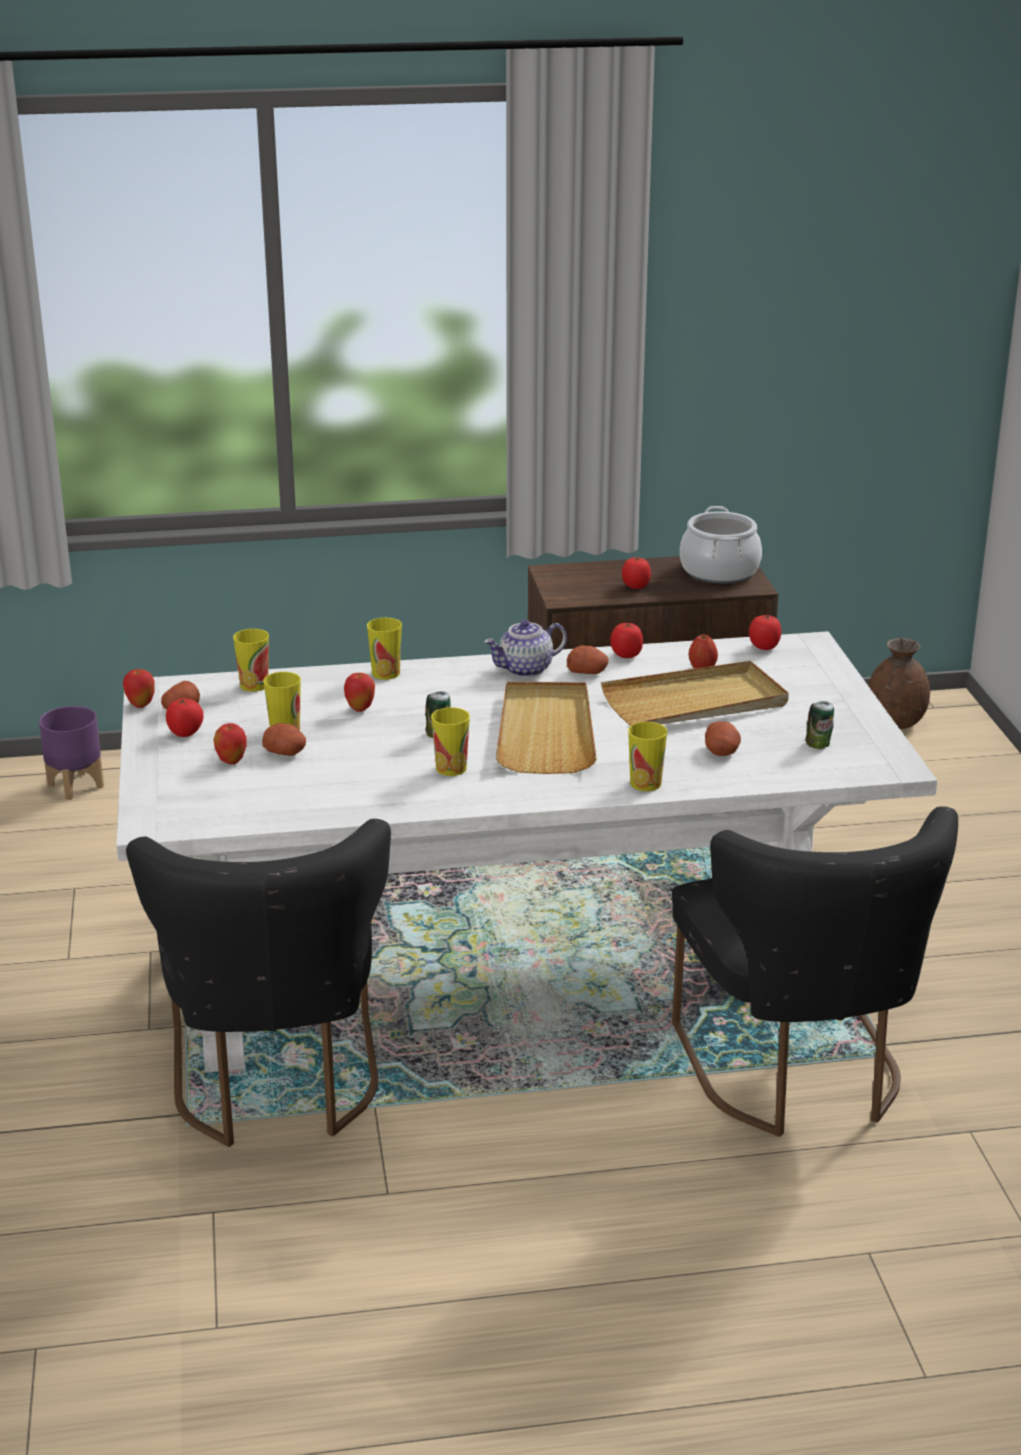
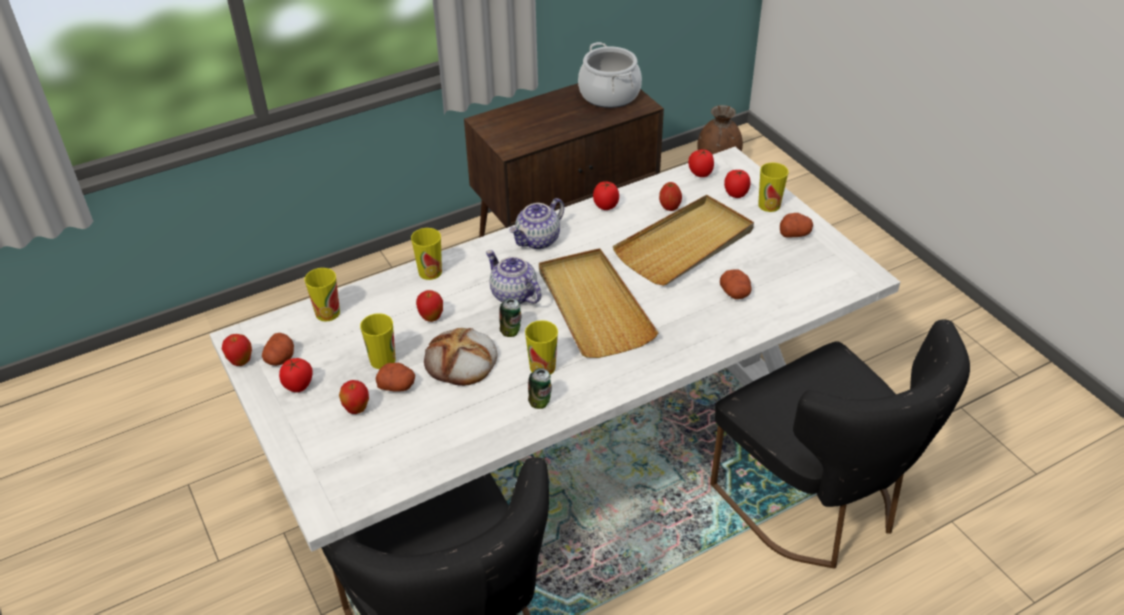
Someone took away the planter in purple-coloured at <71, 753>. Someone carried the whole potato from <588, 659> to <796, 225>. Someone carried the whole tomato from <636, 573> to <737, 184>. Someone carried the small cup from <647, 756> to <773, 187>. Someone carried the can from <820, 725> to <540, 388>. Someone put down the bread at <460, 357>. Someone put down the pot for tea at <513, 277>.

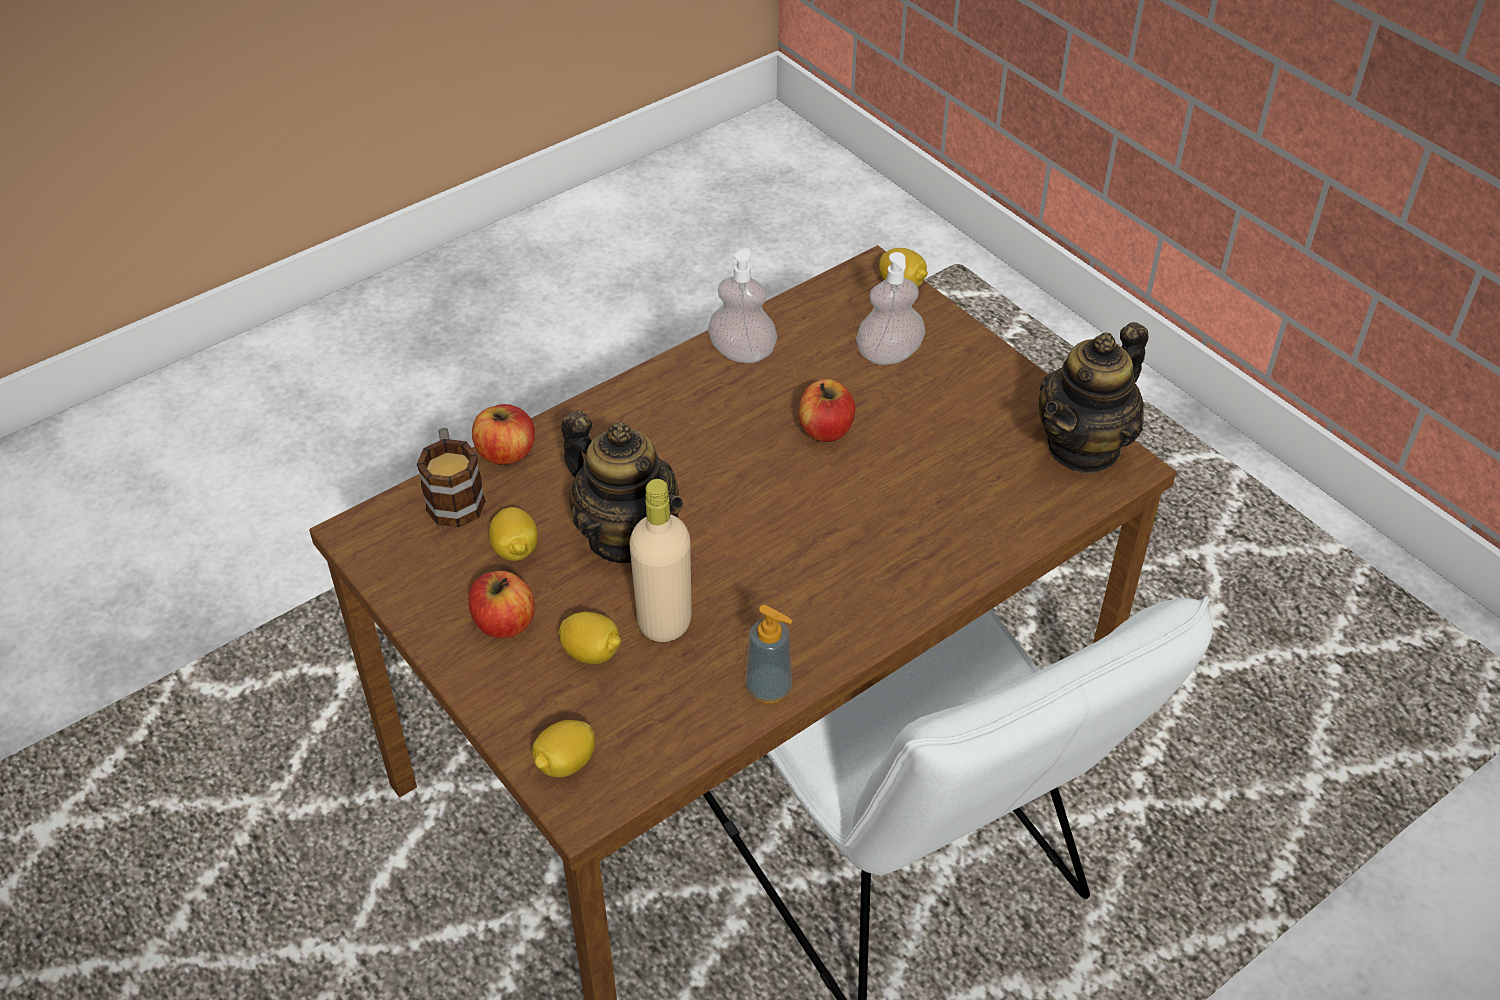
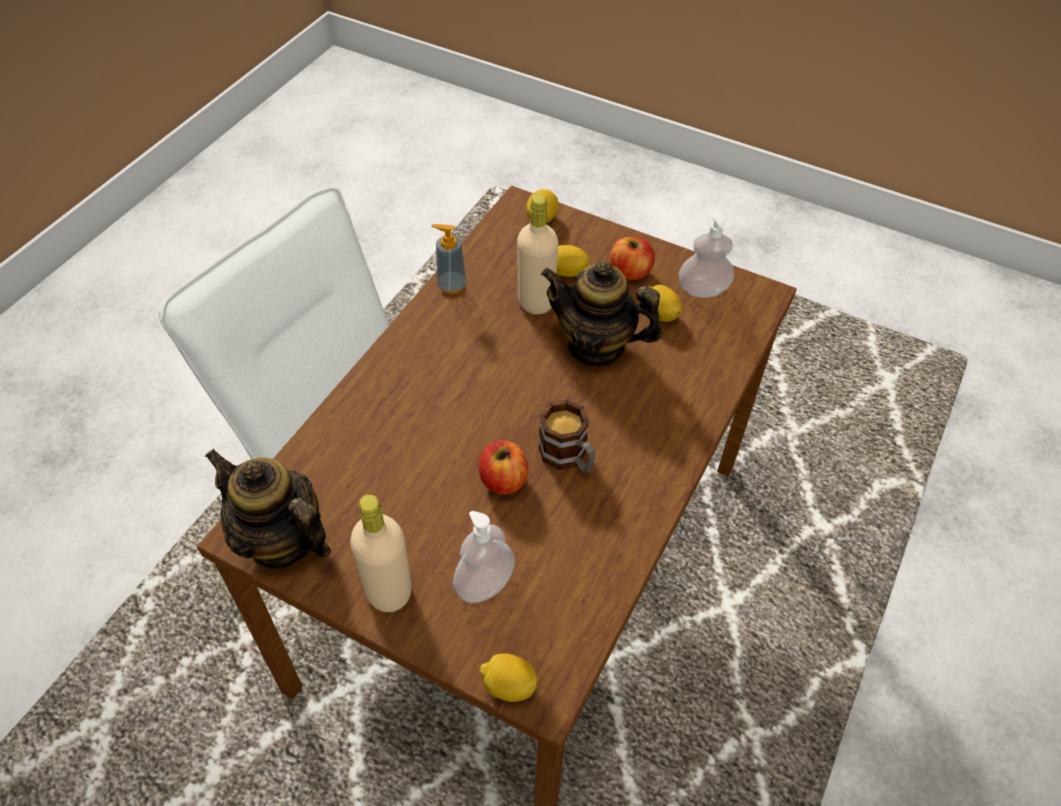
Someone carried the mug from <451, 477> to <566, 436>. Someone took away the apple fruit at <503, 434>. Someone carried the soap dispenser from <742, 305> to <706, 255>. Someone rotated the pot for tea at <1093, 398> by 75 degrees counterclockwise. Someone put down the bottle in beige at <381, 553>.

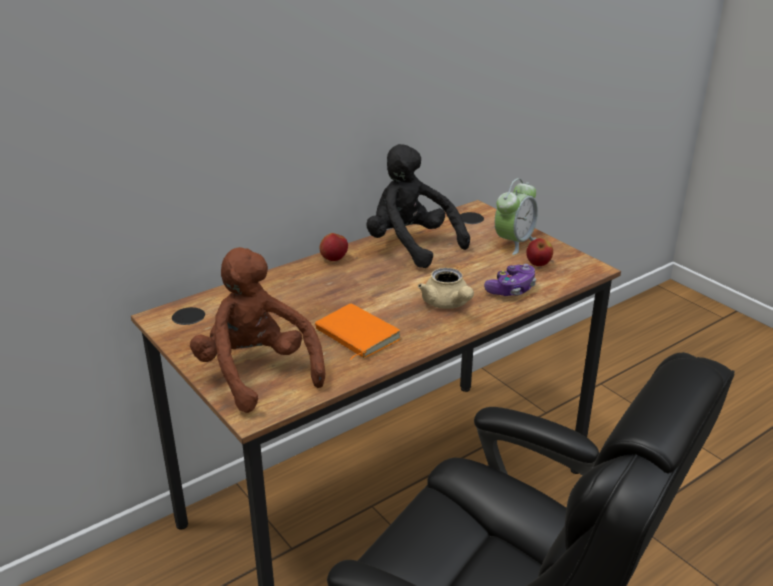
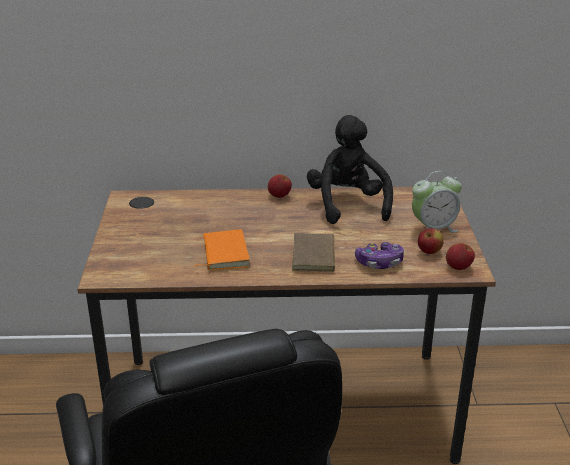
Someone took away the plush toy in brownish at <257, 330>. Someone swapped the pot for tea in beige at <446, 288> for the book in brownish at <319, 252>. Someone put down the apple fruit at <460, 256>.

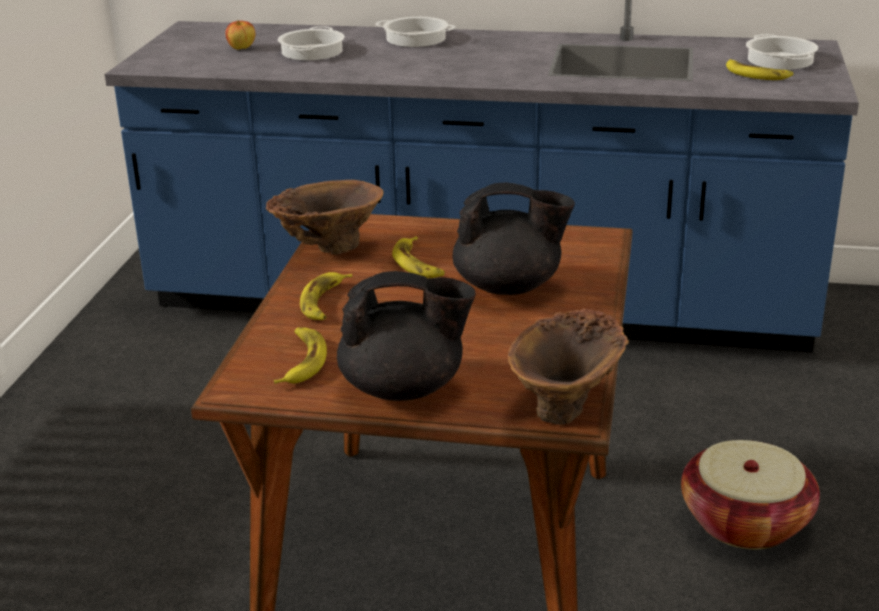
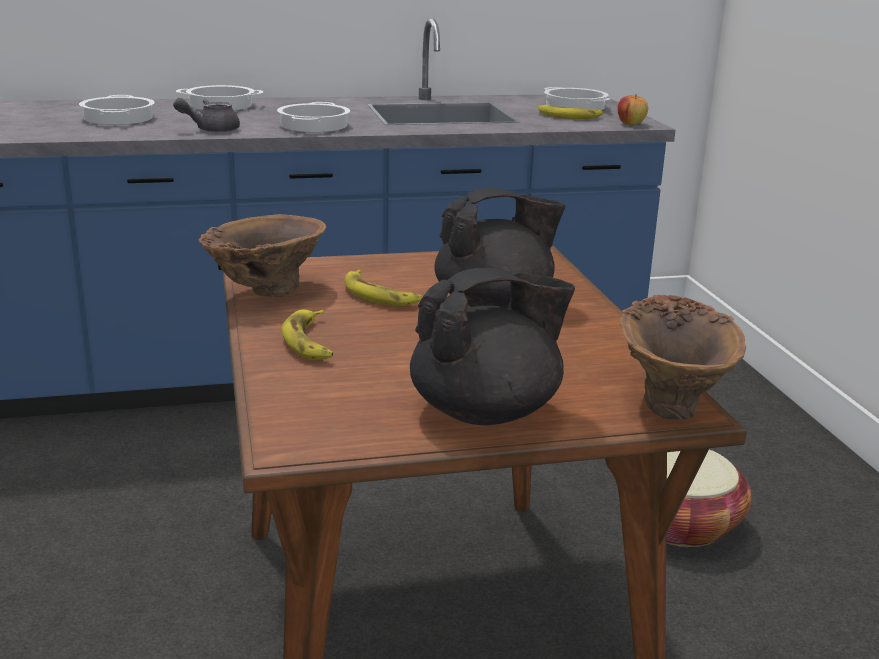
Someone carried the apple fruit from <240, 35> to <633, 109>. Someone took away the whole banana at <300, 355>. Someone put down the pot for tea in grey at <206, 115>. Someone put down the stockpot at <313, 117>.

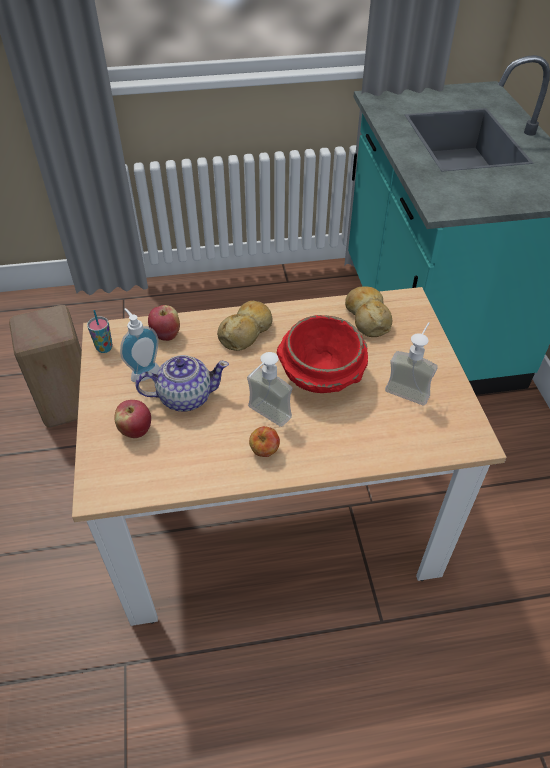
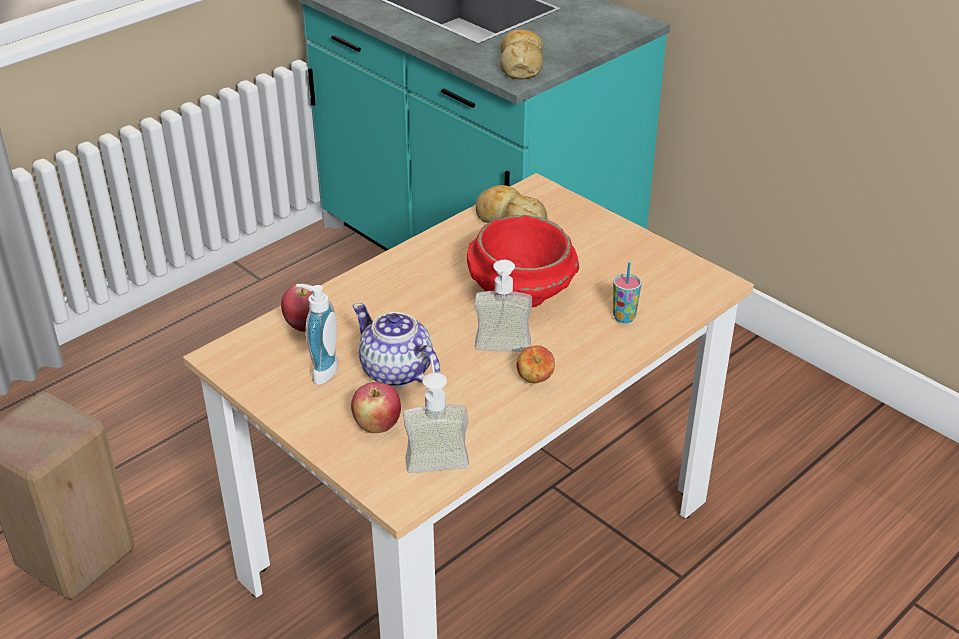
Someone carried the small cup from <100, 331> to <627, 292>. Someone rotated the pot for tea at <182, 383> by 90 degrees counterclockwise. Someone carried the bread from <245, 326> to <521, 54>. Someone carried the soap dispenser from <411, 364> to <436, 414>.

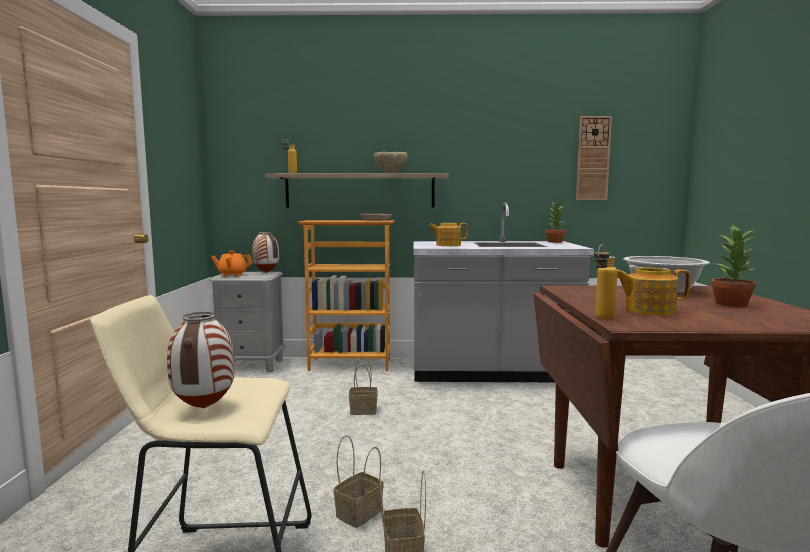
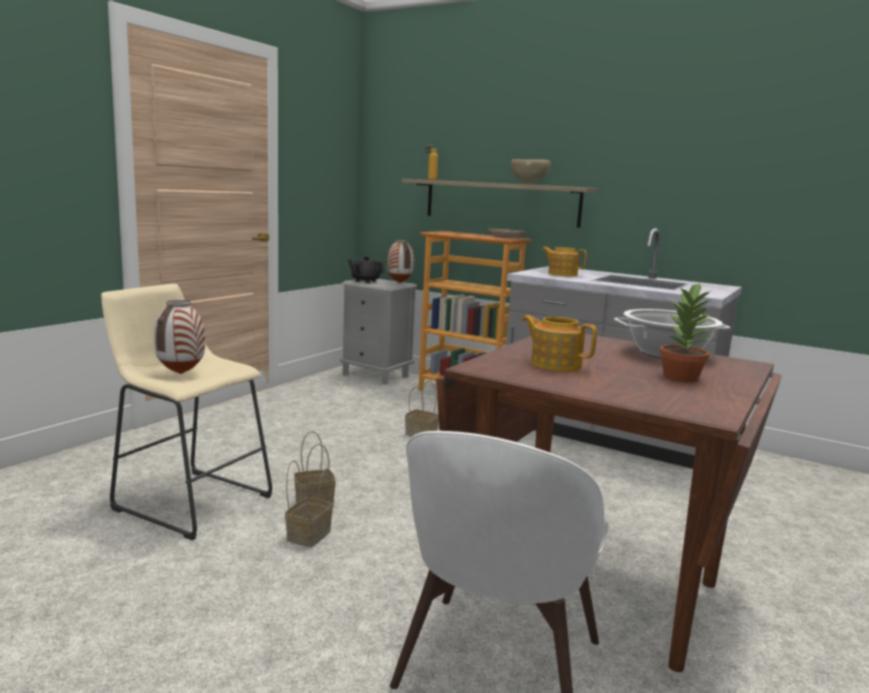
Someone repainted the pot for tea in orangey at <231, 264>, which became the pot for tea in black-coloured at <366, 269>. Someone took away the potted plant at <555, 222>. Someone took away the wall clock at <594, 158>. Someone took away the bottle at <606, 281>.

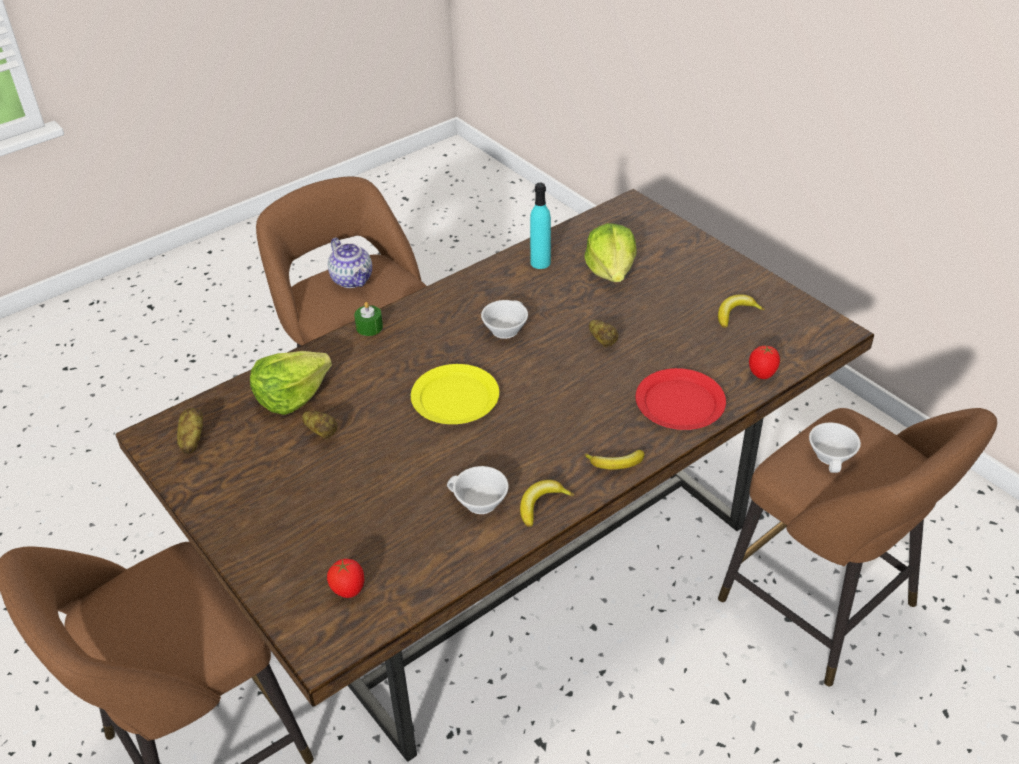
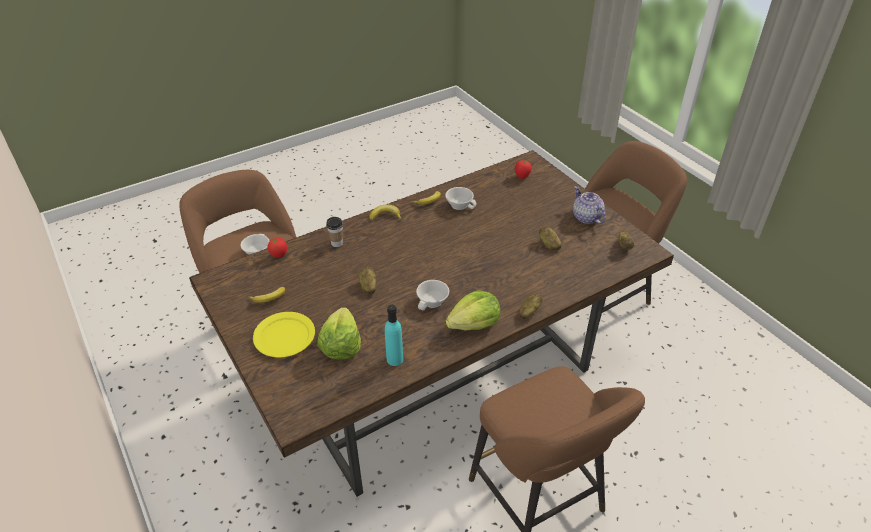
Someone carried the lettuce head from <291, 383> to <473, 310>. Someone carried the pot for tea from <350, 263> to <589, 205>. Someone swapped the wax candle in greenish at <368, 319> for the whole potato at <531, 306>. Someone carried the flat dish in yellow from <455, 394> to <284, 334>. Someone swapped the flat dish in red-coloured at <680, 399> for the small cup at <334, 232>.

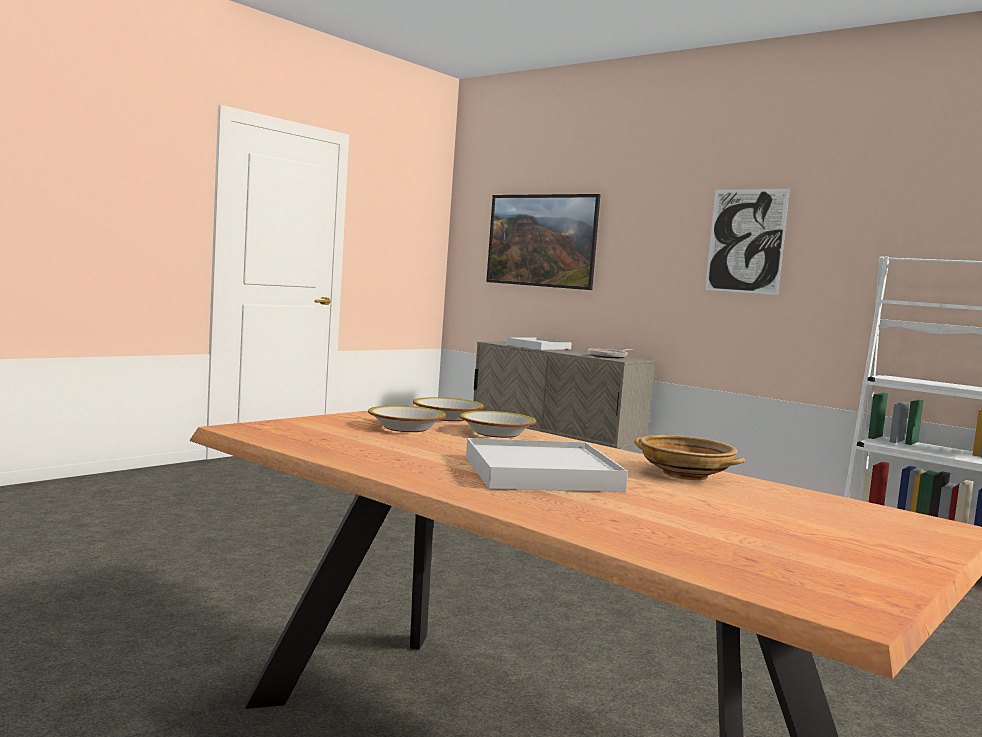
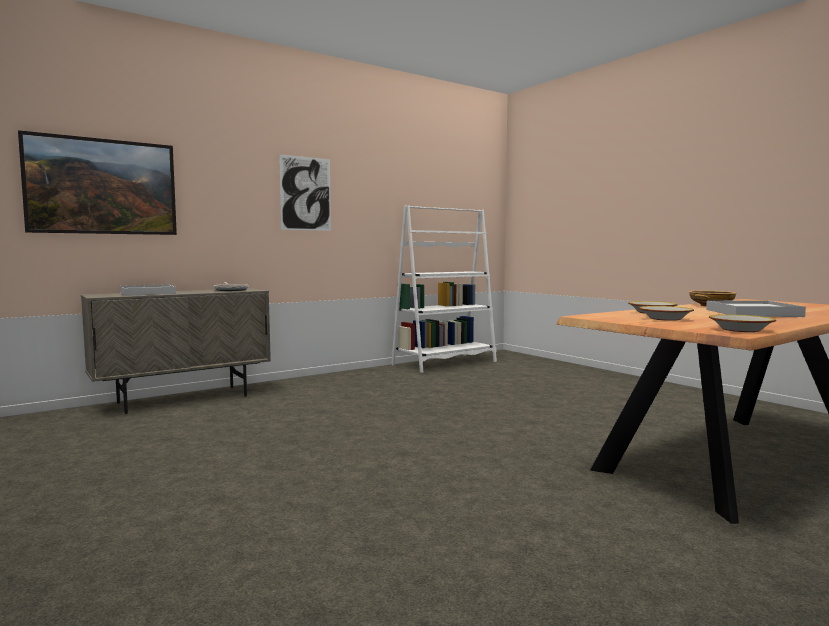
Someone carried the serving bowl from <448, 409> to <742, 323>.

